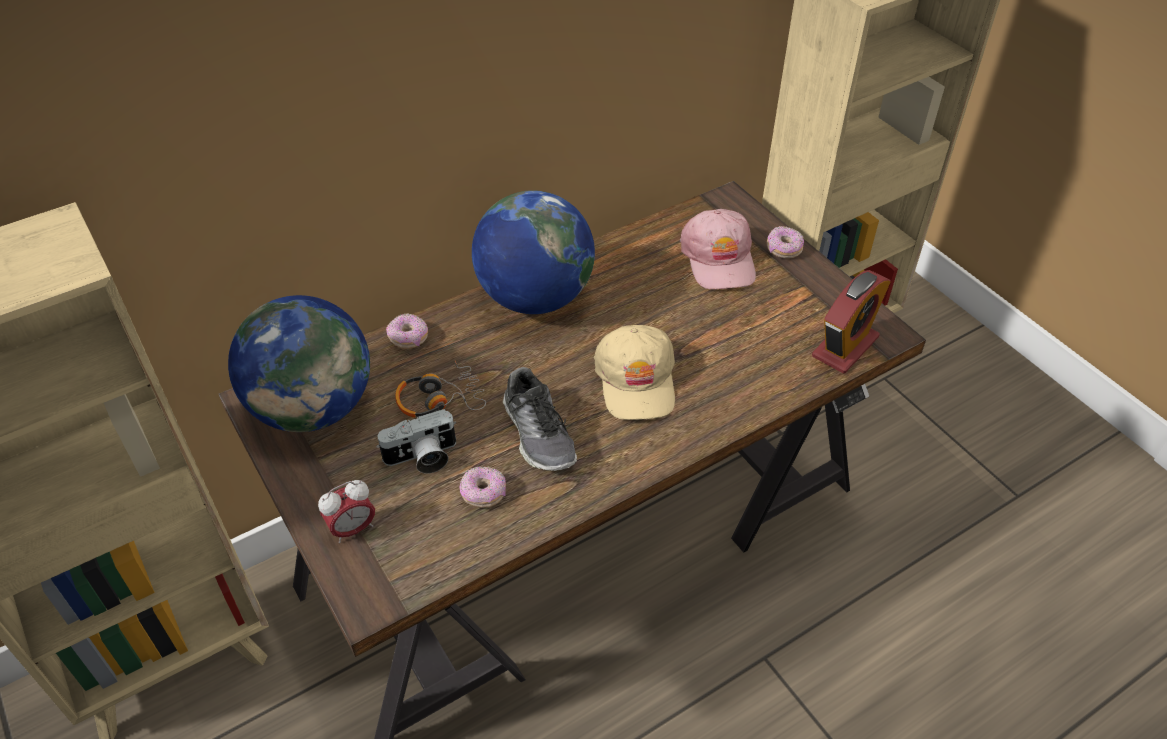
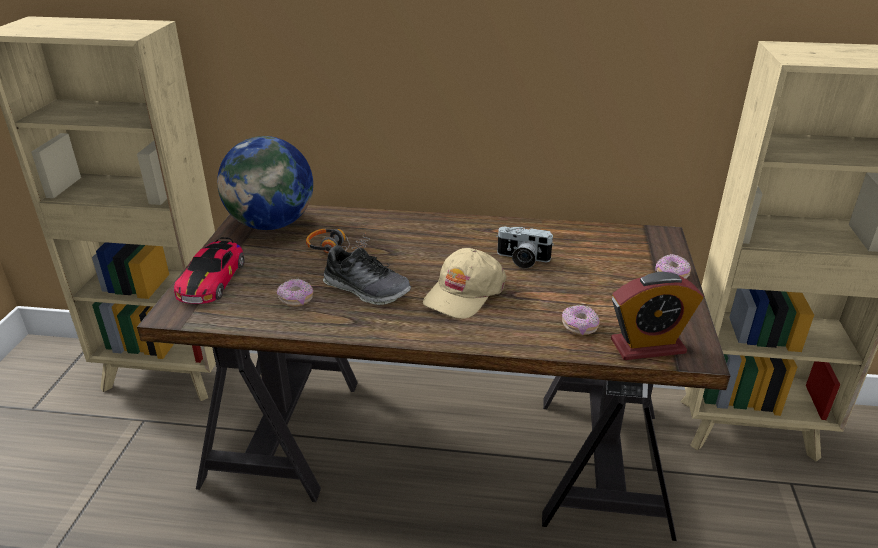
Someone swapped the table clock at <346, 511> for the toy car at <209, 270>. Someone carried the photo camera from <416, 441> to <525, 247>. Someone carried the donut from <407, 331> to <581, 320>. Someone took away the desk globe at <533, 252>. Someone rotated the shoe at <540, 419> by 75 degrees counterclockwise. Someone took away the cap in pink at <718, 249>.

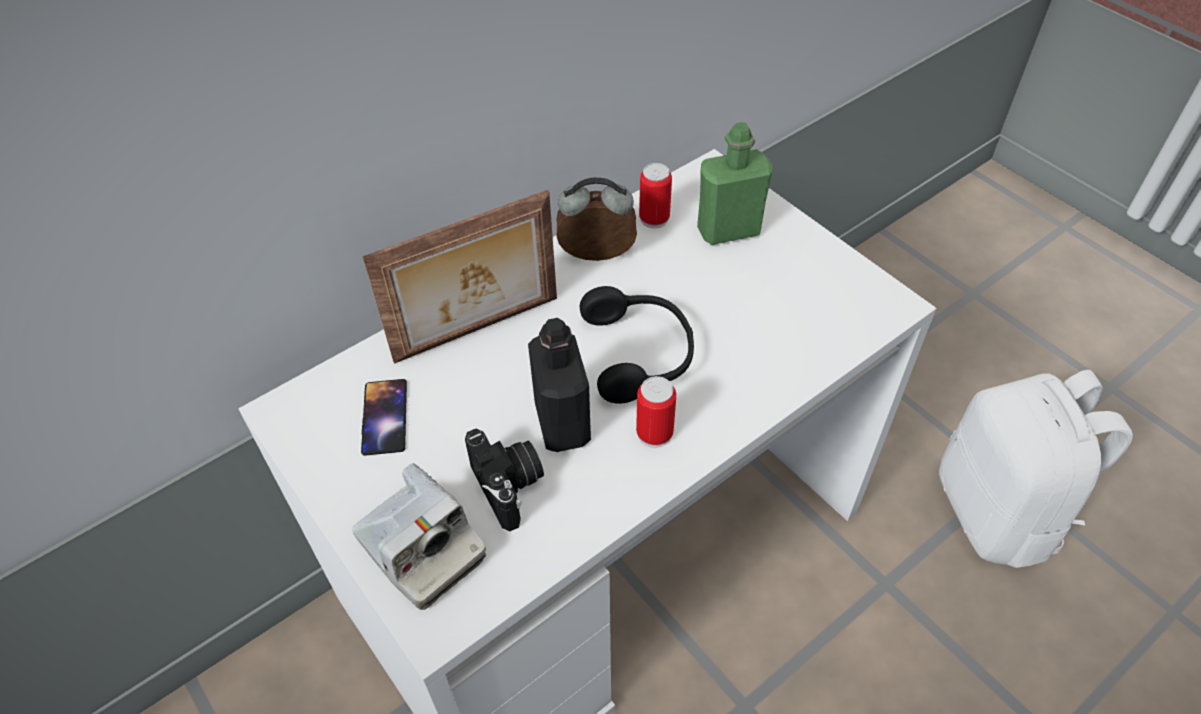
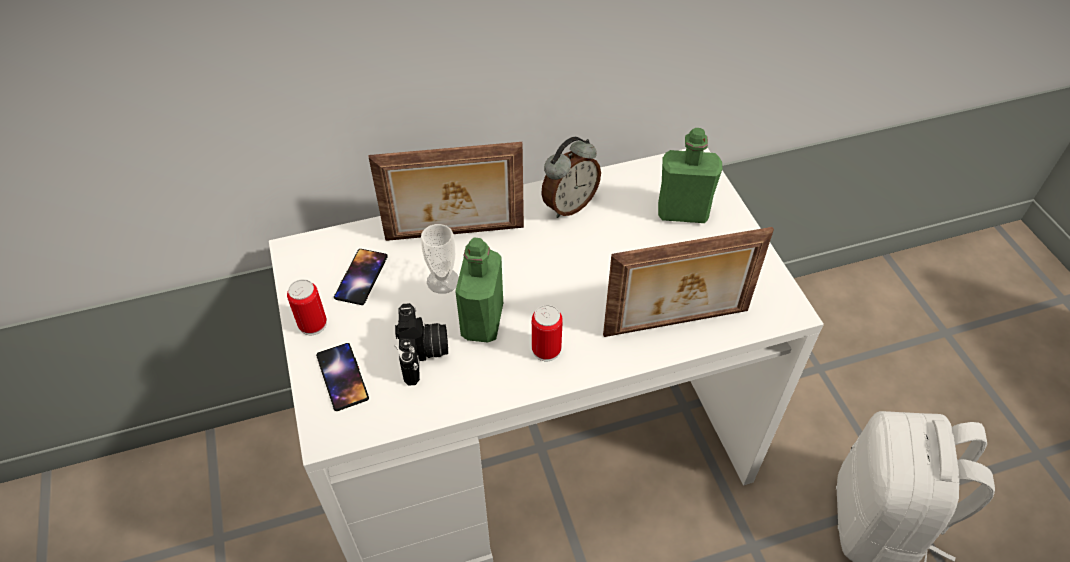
Someone swapped the photo camera at <419, 536> for the telephone at <342, 377>. Someone repainted the bottle in black-coloured at <559, 385>, which became the bottle in greenish at <479, 290>. Someone rotated the table clock at <596, 219> by 120 degrees clockwise. Someone took away the headphones in black-coloured at <637, 345>. Someone carried the can from <655, 195> to <307, 307>. Someone put down the small cup at <440, 259>. Someone put down the picture frame at <688, 282>.

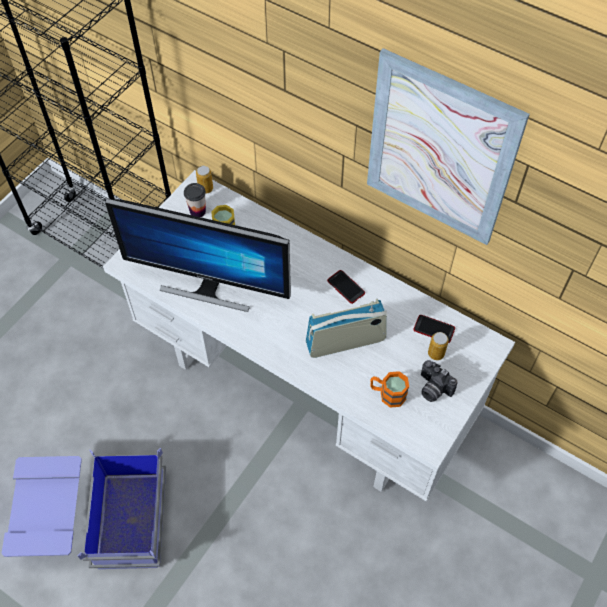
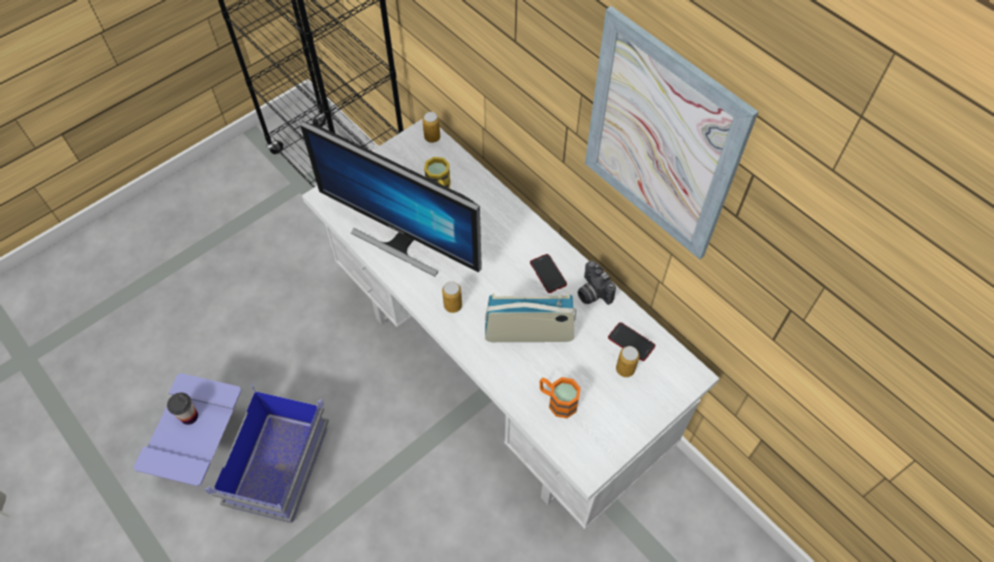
Someone carried the small cup from <195, 200> to <182, 409>. Someone carried the photo camera from <439, 381> to <597, 283>. Someone put down the can at <452, 297>.

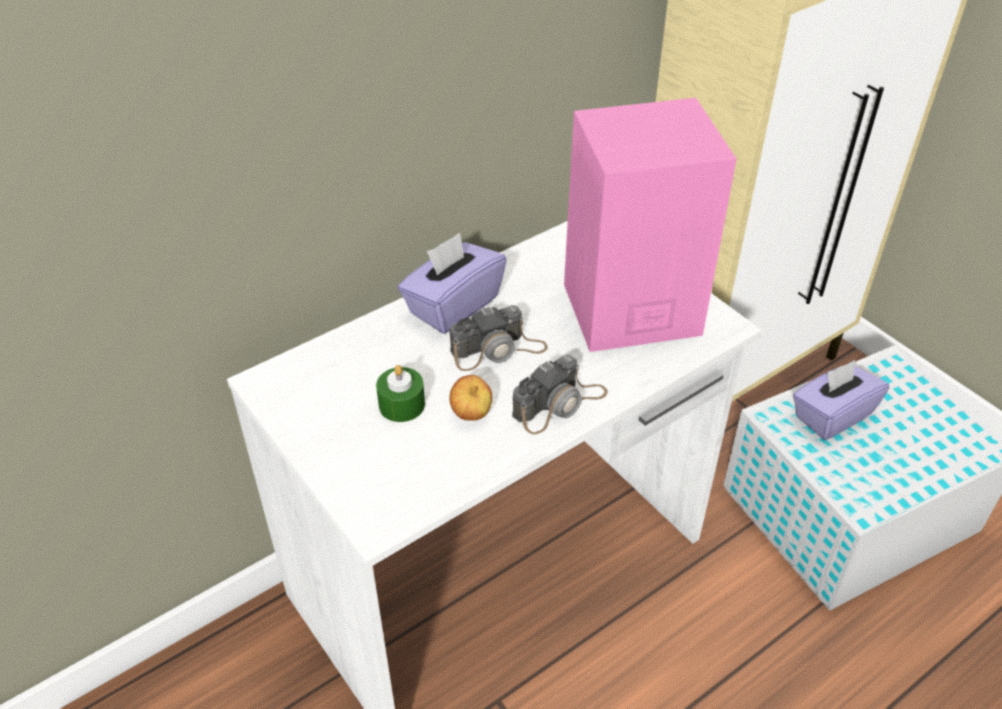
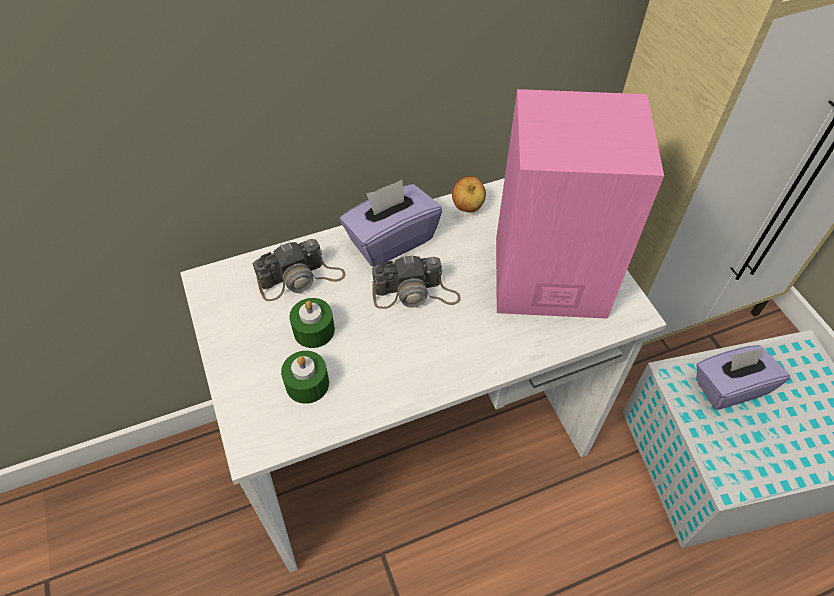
Someone carried the apple fruit from <471, 398> to <469, 194>. Someone carried the photo camera from <560, 394> to <299, 270>. Someone put down the wax candle in greenish at <305, 377>.

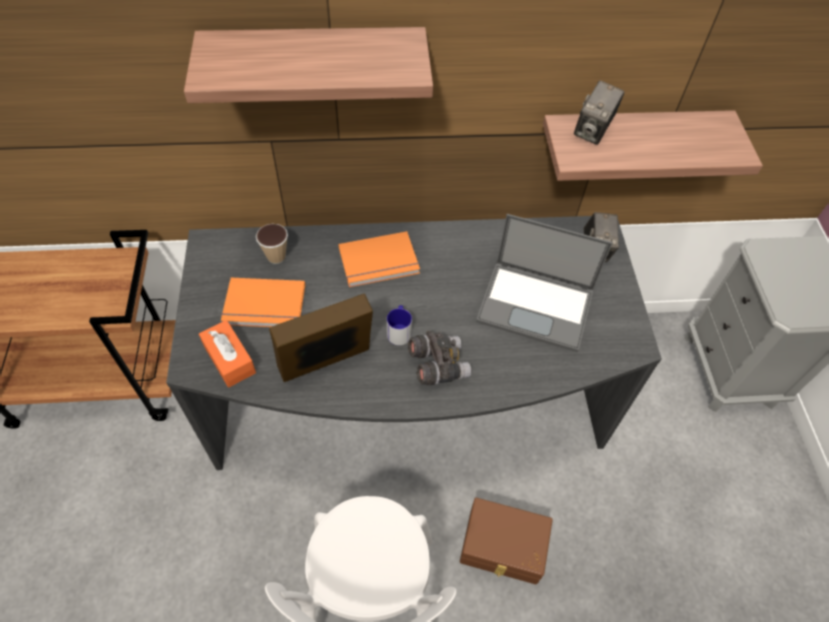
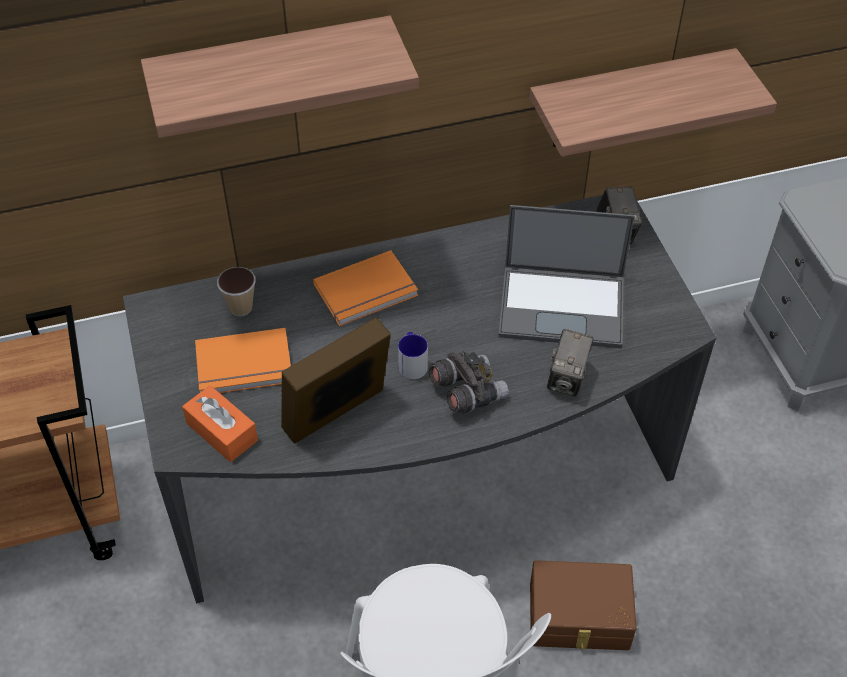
Someone carried the photo camera from <599, 113> to <570, 362>.

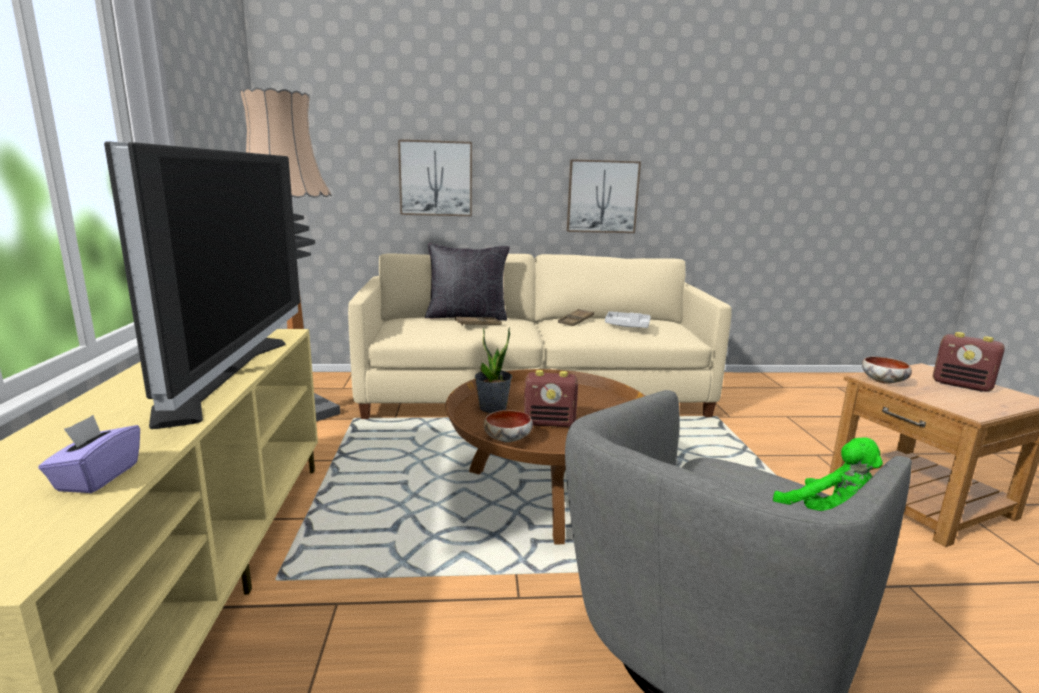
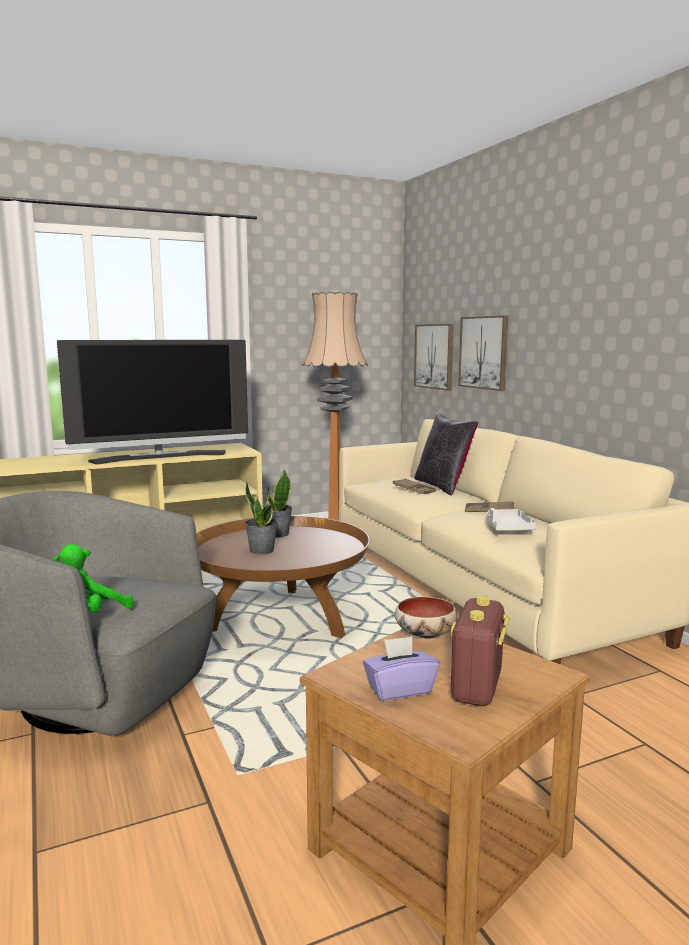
Someone carried the tissue holder in purple-coloured from <89, 454> to <401, 668>. Someone took away the serving bowl at <508, 426>. Someone swapped the radio set at <551, 398> for the potted plant at <261, 518>. Someone carried the picture from <604, 196> to <434, 357>.

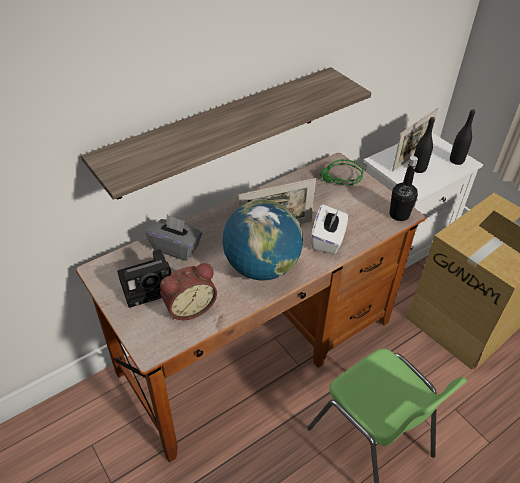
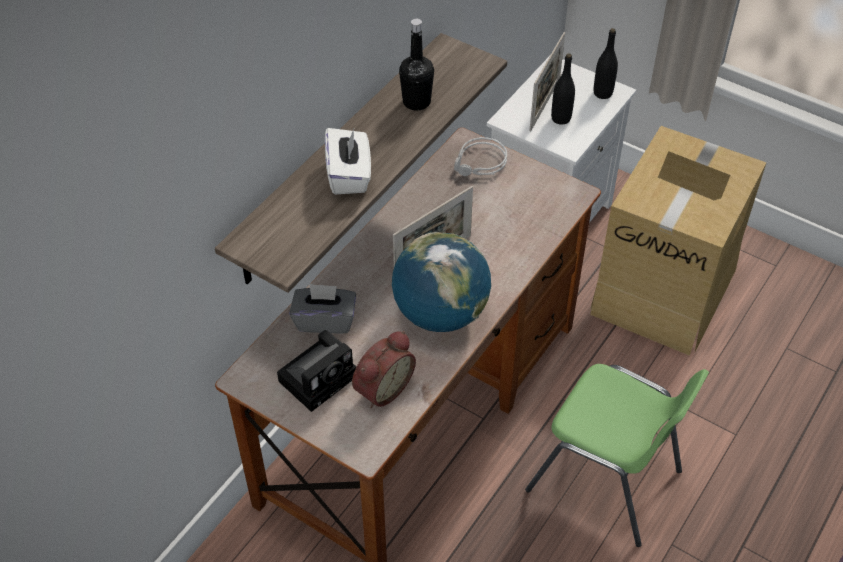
Someone carried the tissue holder in whitish from <329, 229> to <348, 161>. Someone repainted the headphones in greenish at <342, 172>, which became the headphones in grey at <480, 156>. Someone carried the bottle in black-coloured from <403, 188> to <416, 65>.

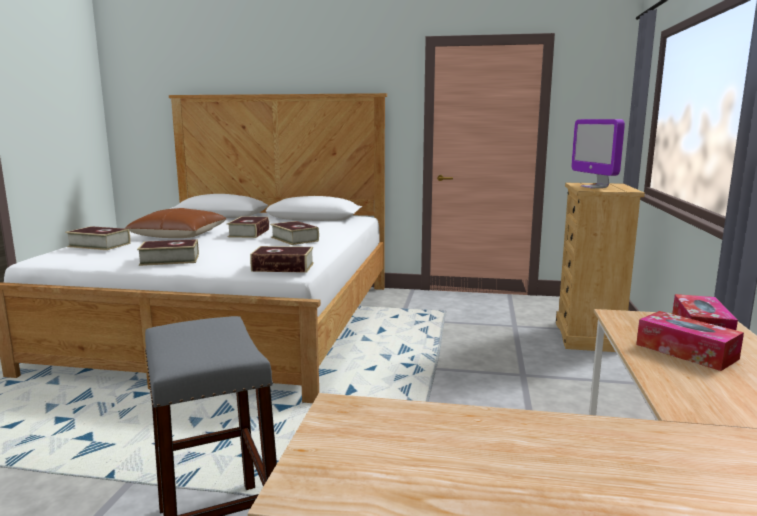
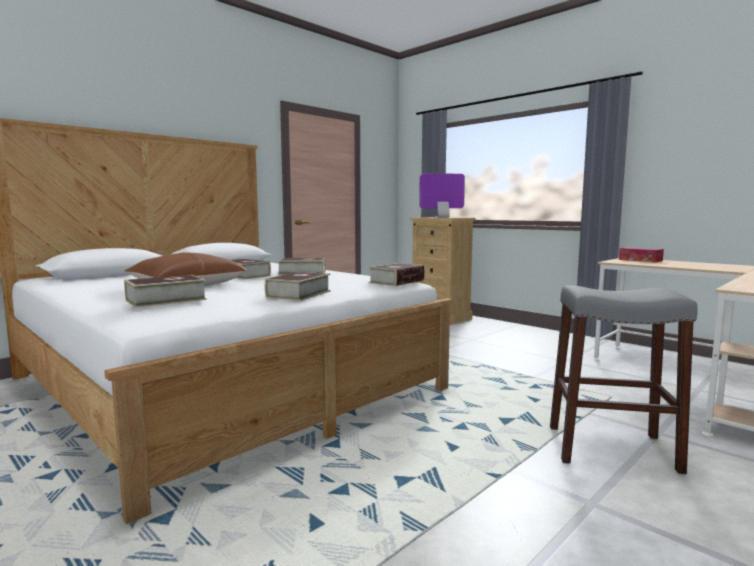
Someone rotated the computer display at <598, 153> by 150 degrees clockwise. Someone took away the tissue holder at <690, 341>.

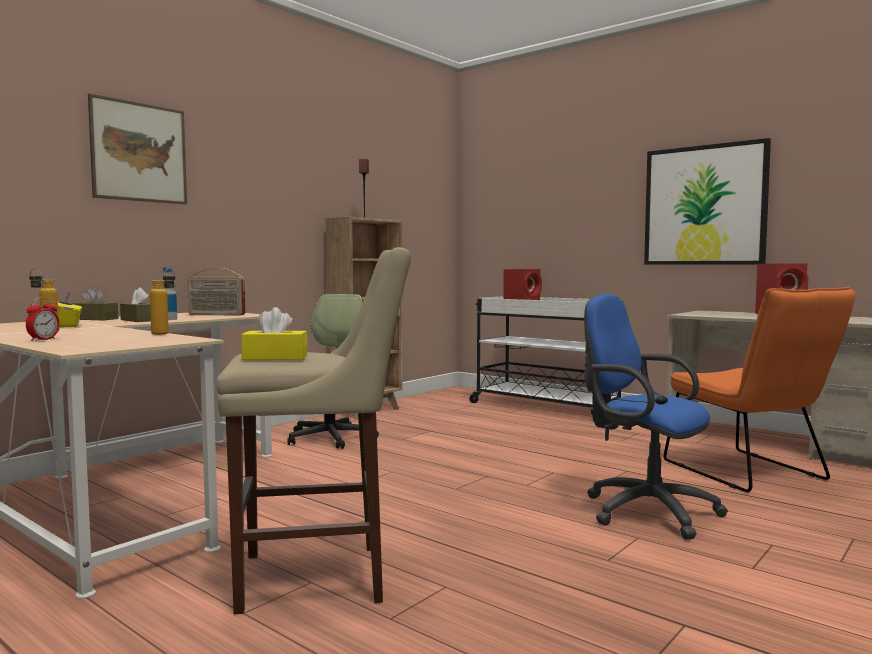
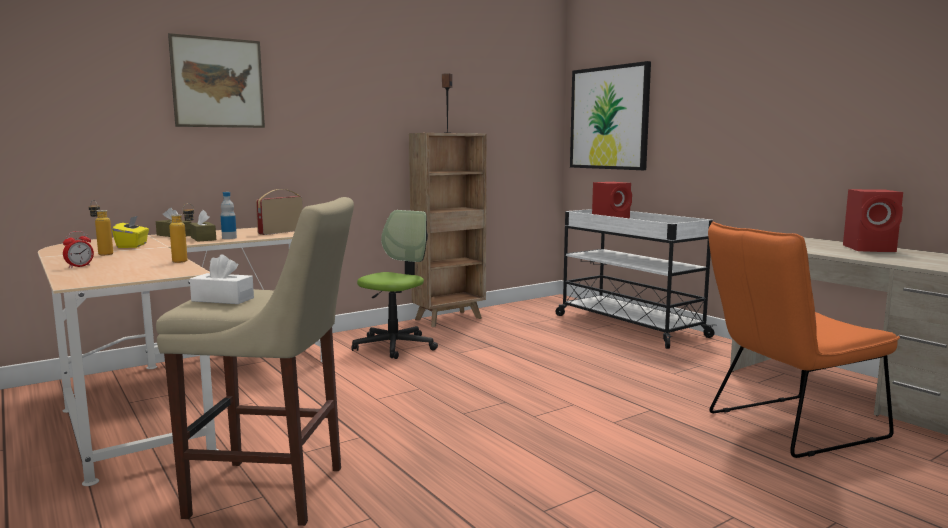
Someone rotated the radio set at <216, 291> by 105 degrees clockwise. Someone repainted the tissue holder in yellow at <274, 333>, which became the tissue holder in whitish at <222, 279>. Someone took away the computer chair in blue at <656, 416>. Someone carried the picture from <707, 201> to <610, 115>. Someone rotated the chair in orangey at <759, 389> by 75 degrees clockwise.

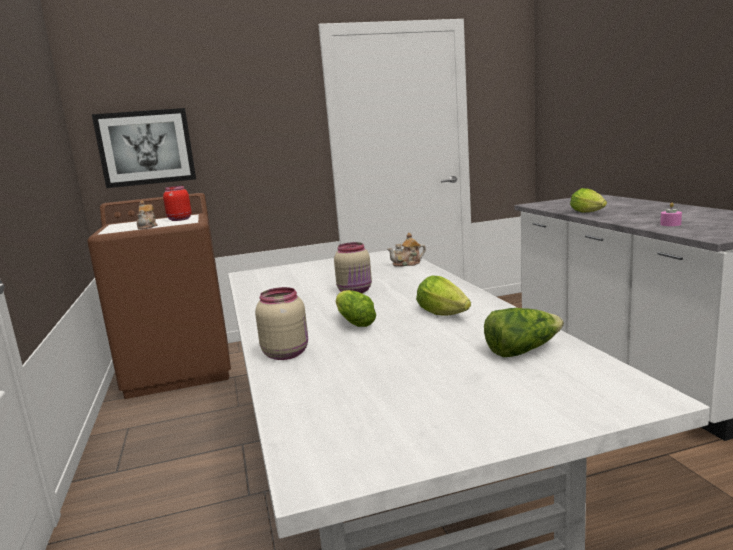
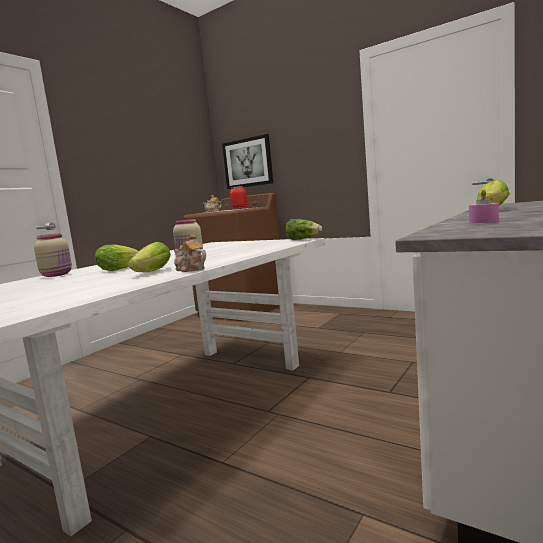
Someone carried the pot for tea from <406, 250> to <189, 253>. Someone carried the lettuce head from <524, 332> to <304, 229>.

